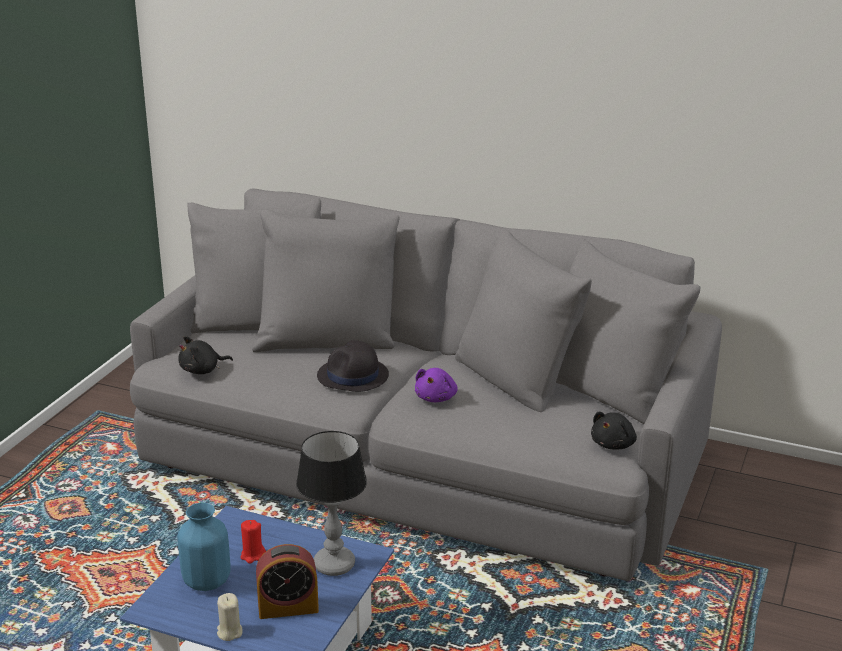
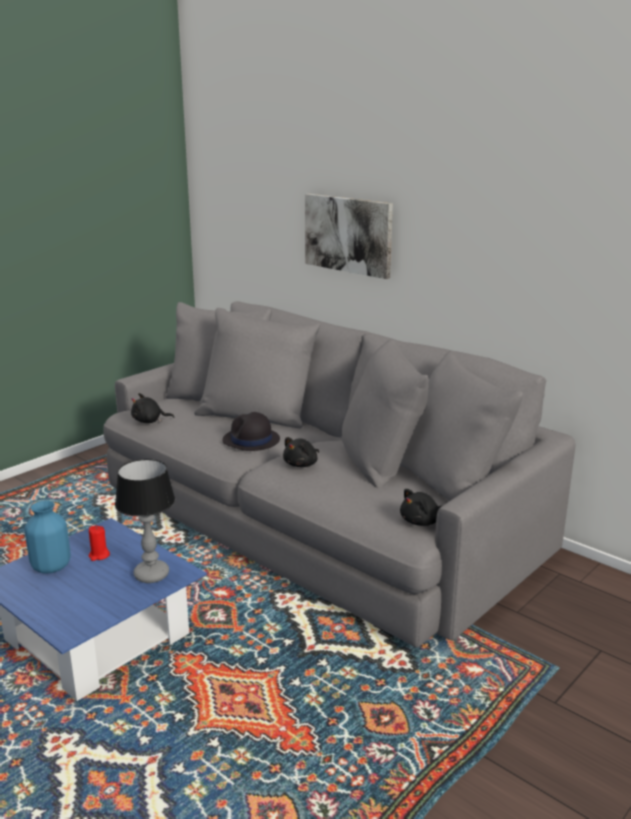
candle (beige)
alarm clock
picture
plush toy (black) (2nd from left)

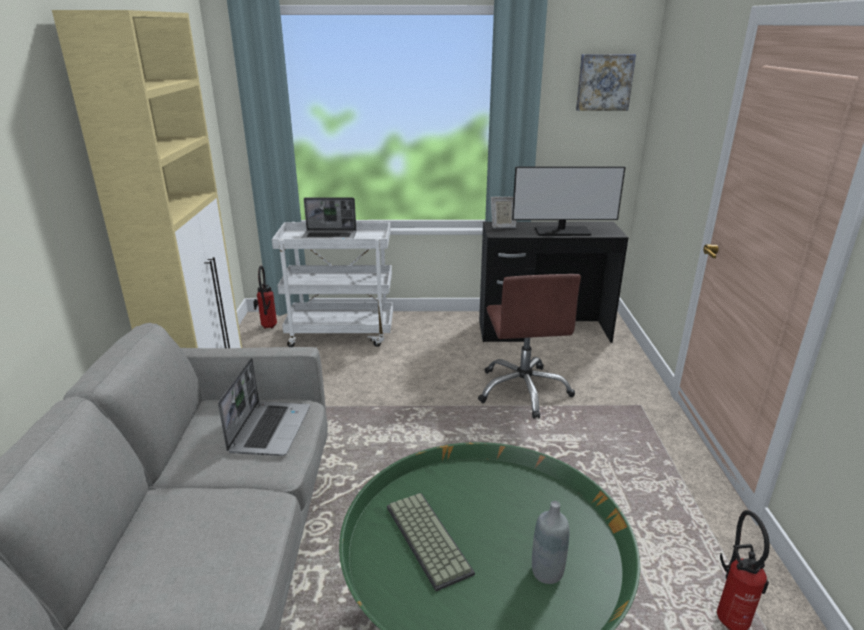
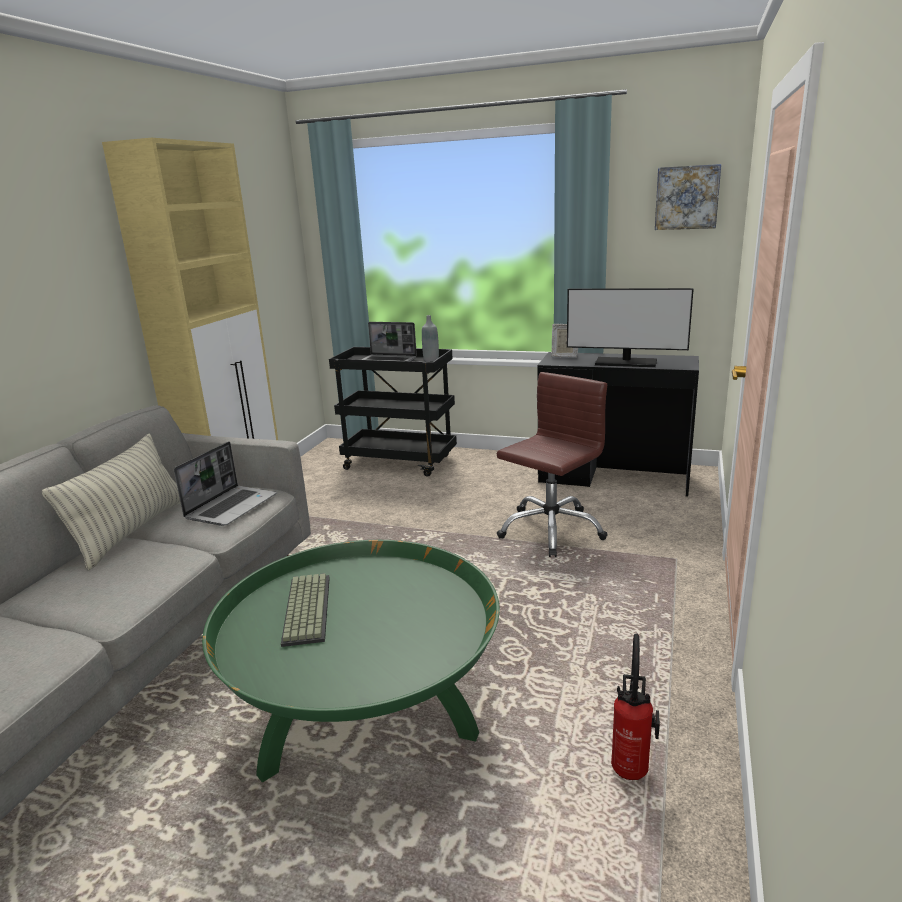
fire extinguisher (1st from left in the first image)
pillow
bottle (grey)
cart (black)
office chair (brown)

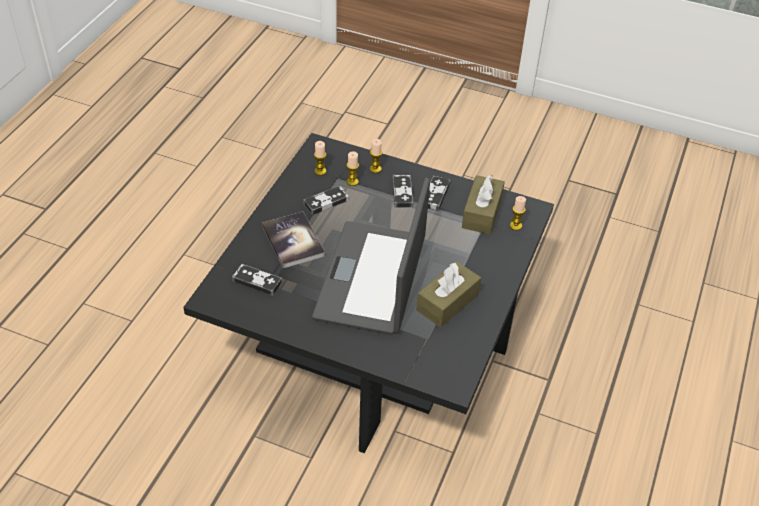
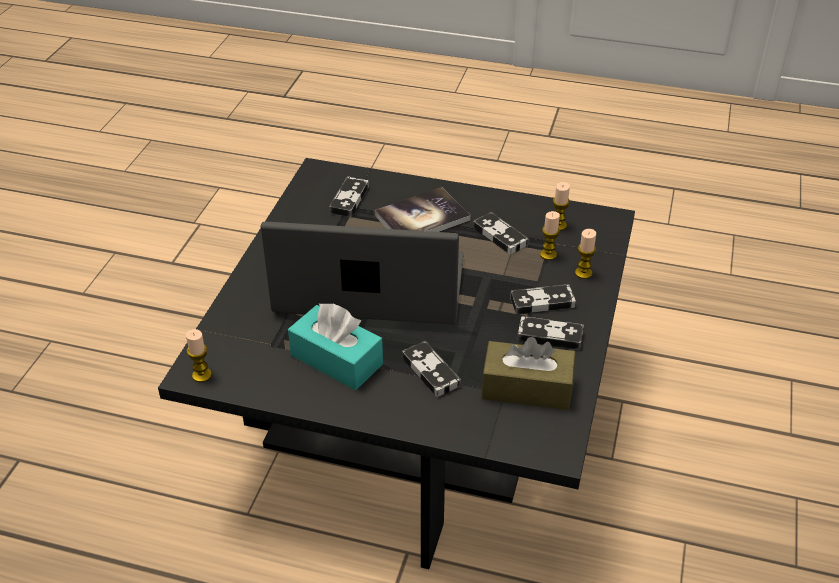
game controller (2nd from left)
candle (1st from left)
tissue box (turquoise)

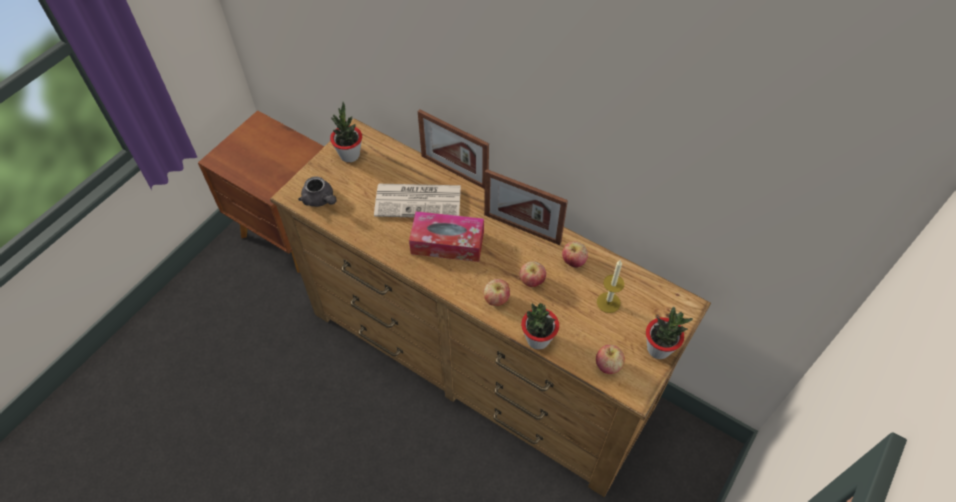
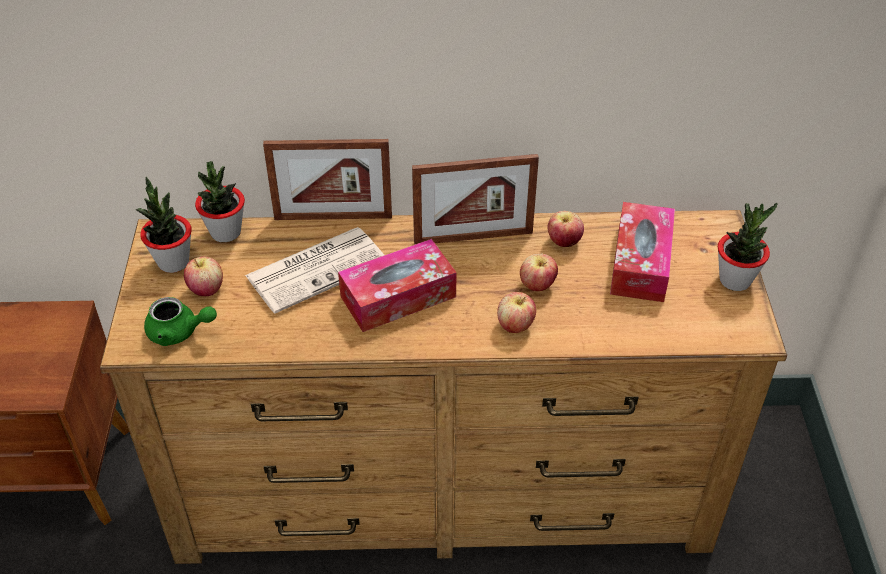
potted plant (2nd from left)
apple (1st from left)
tissue box (2nd from left)
teapot (green)

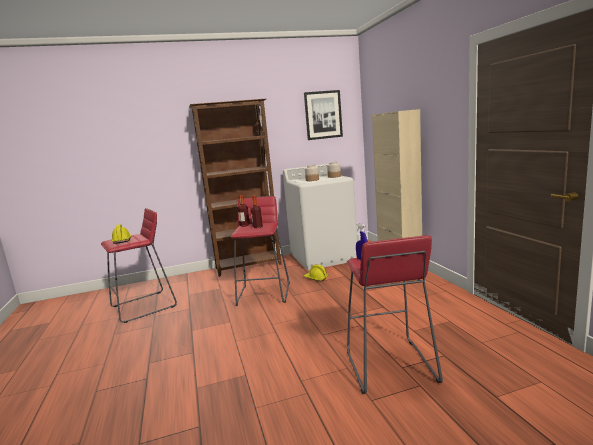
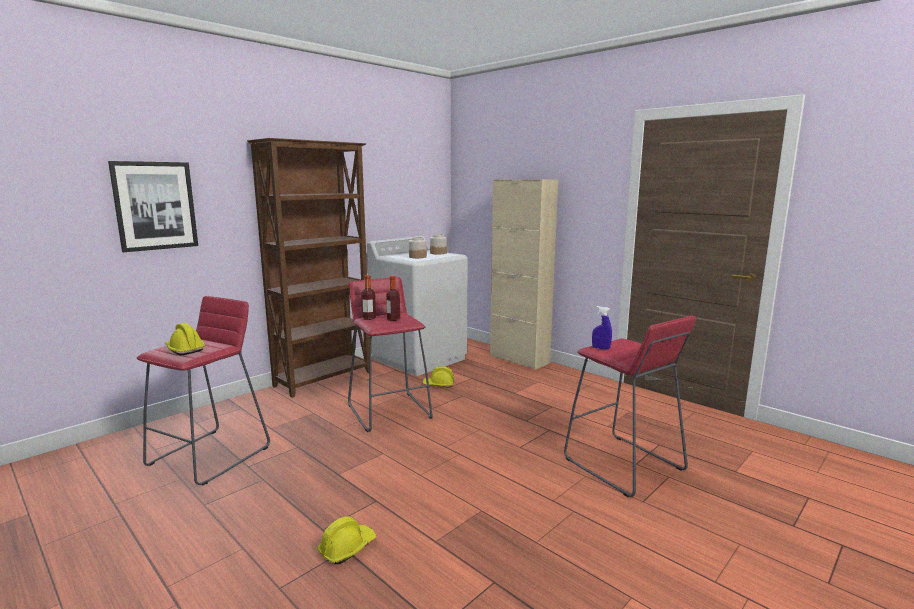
hard hat (yellow) (2nd from left)
picture

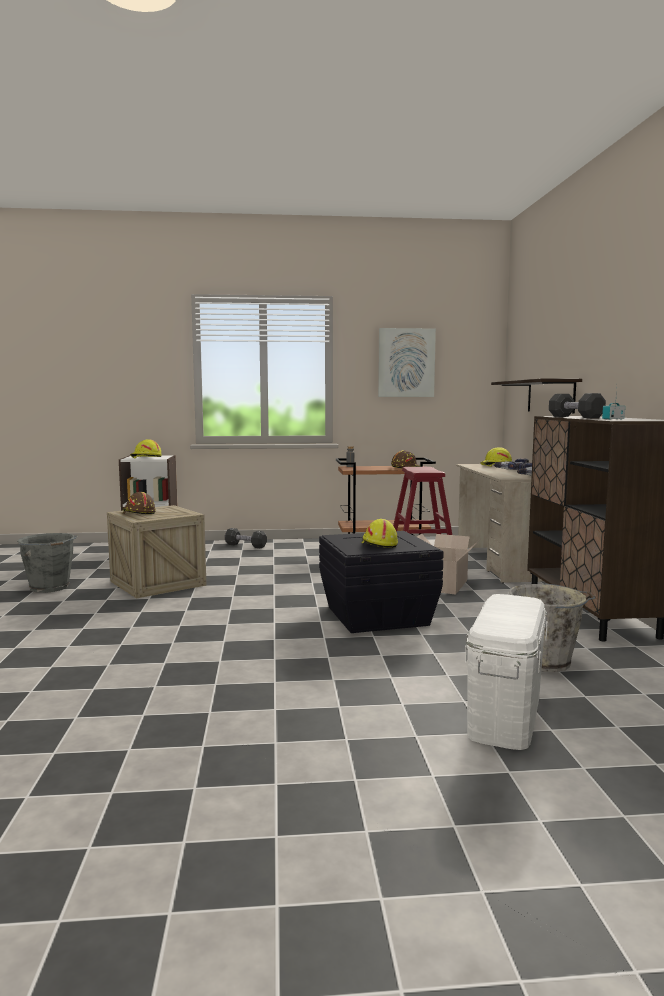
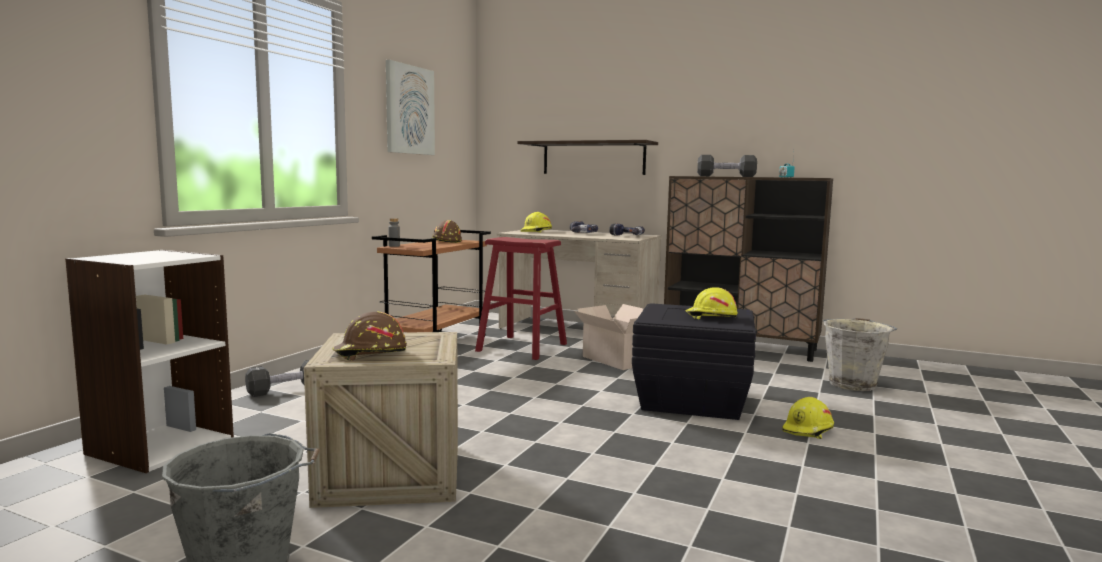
storage box (white)
hard hat (yellow) (3rd from left)

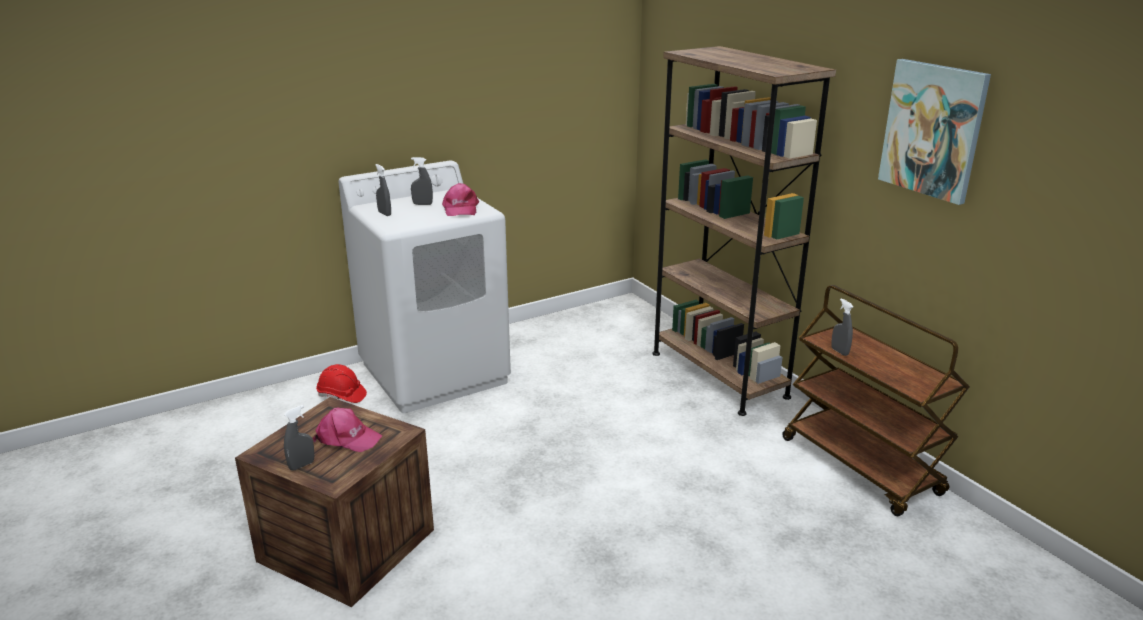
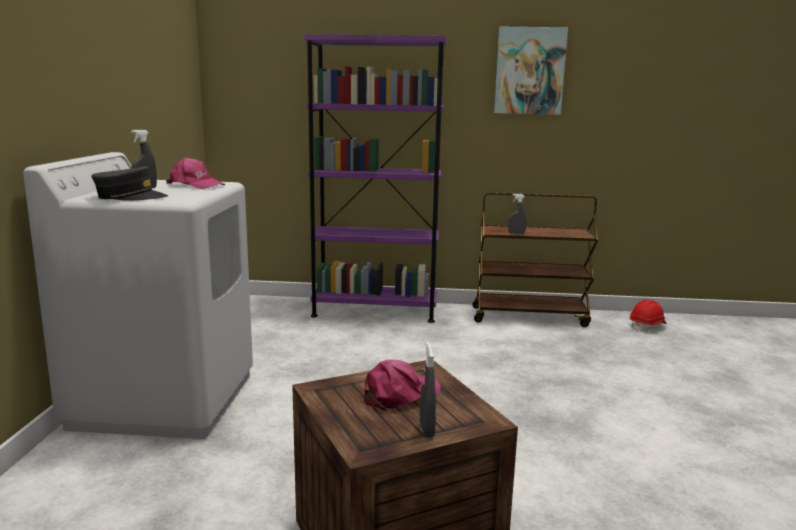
hard hat (red)
cap (grey)
bookcase (purple)

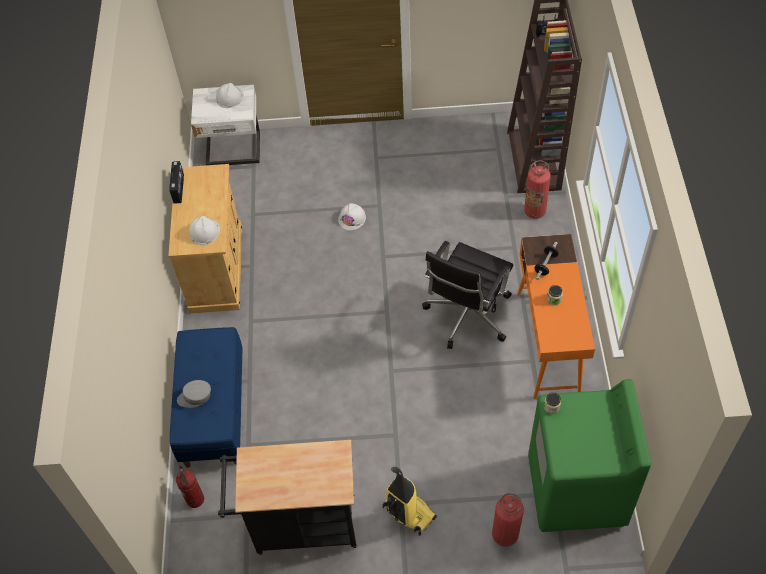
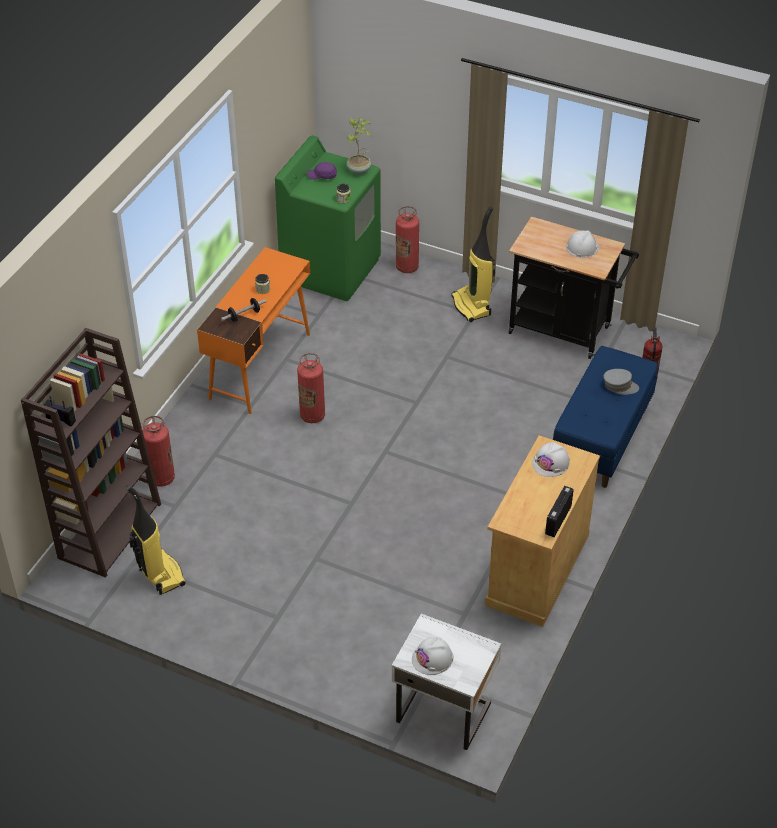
vacuum cleaner (1st from left)
cap (purple)
potted plant
hard hat (white) (3rd from left)
fire extinguisher (2nd from left)

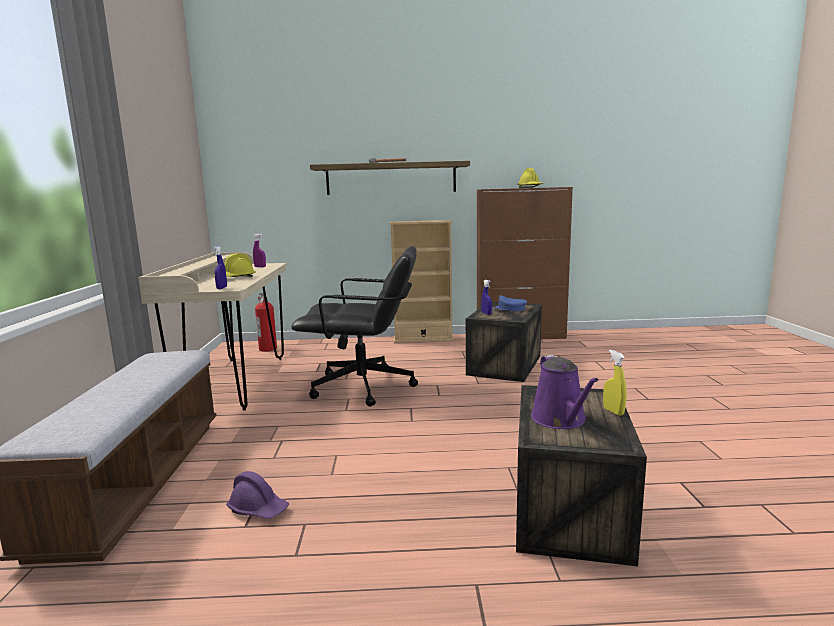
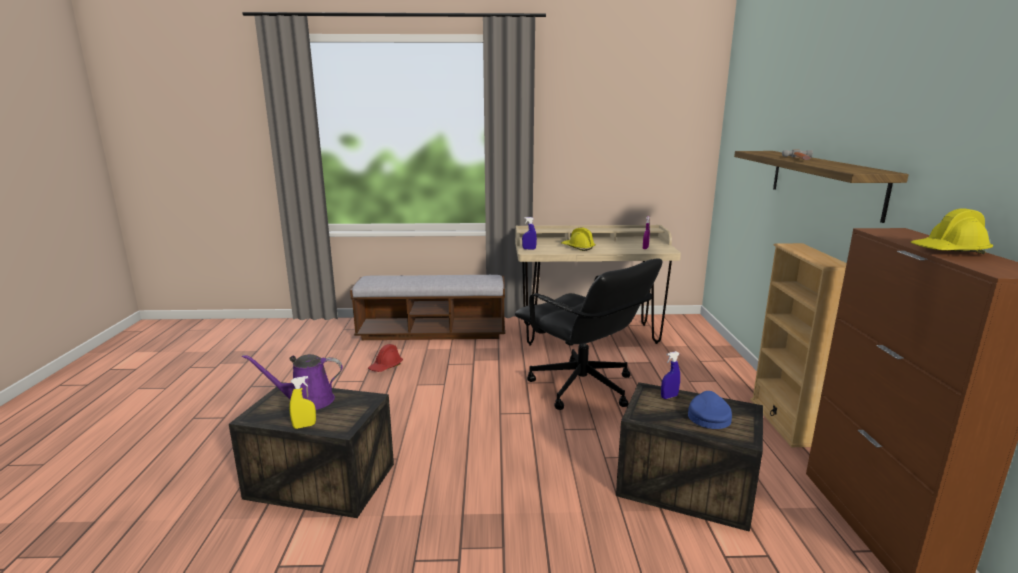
fire extinguisher
hard hat (red)
office chair (black)

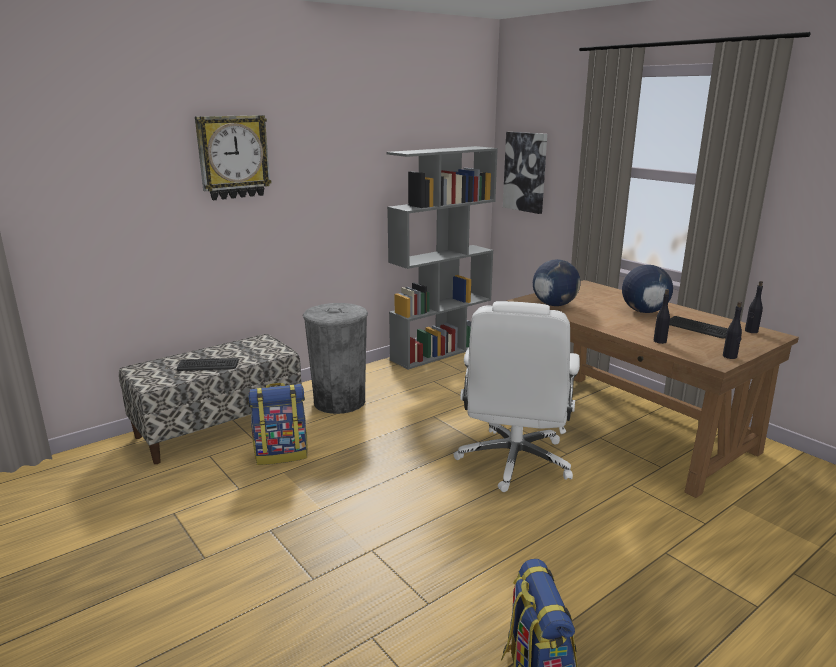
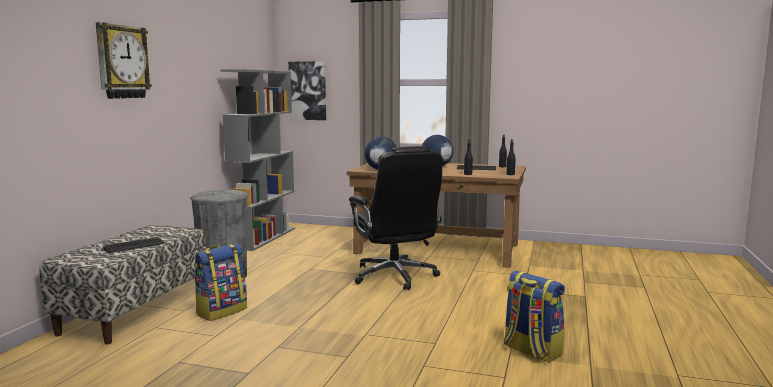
office chair (black)

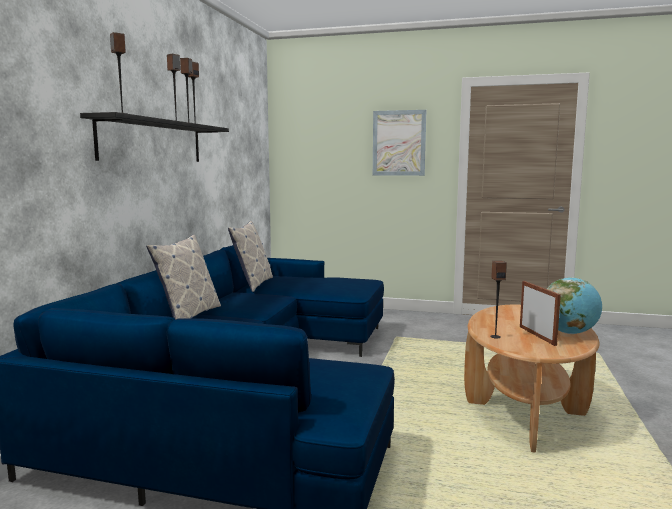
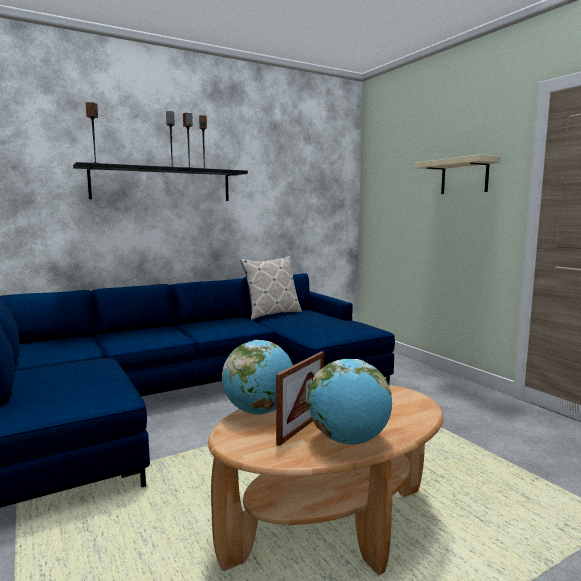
pillow (1st from left in the first image)
shelf (beige)
globe (1st from left)

